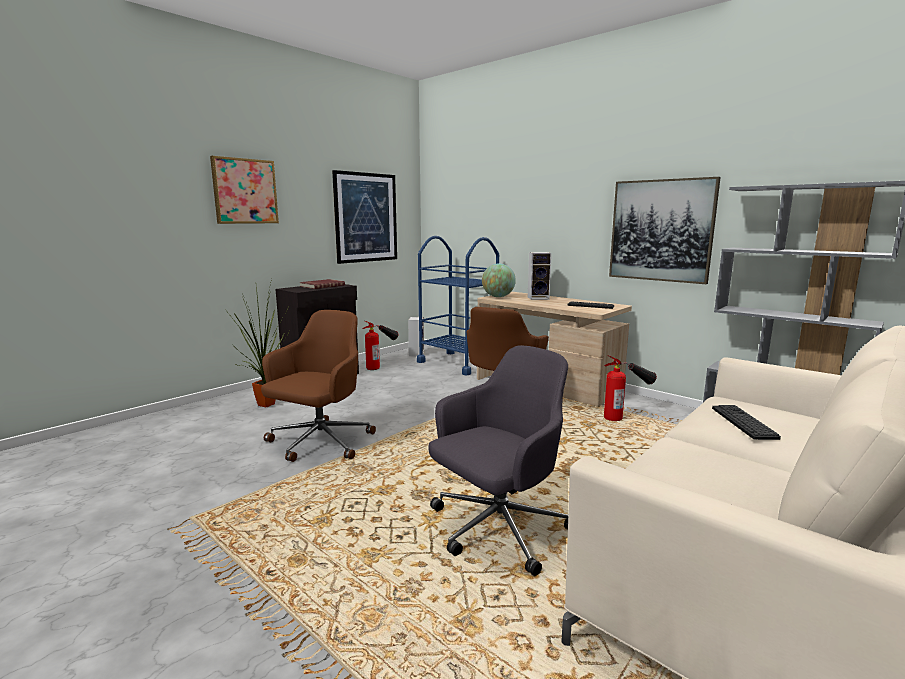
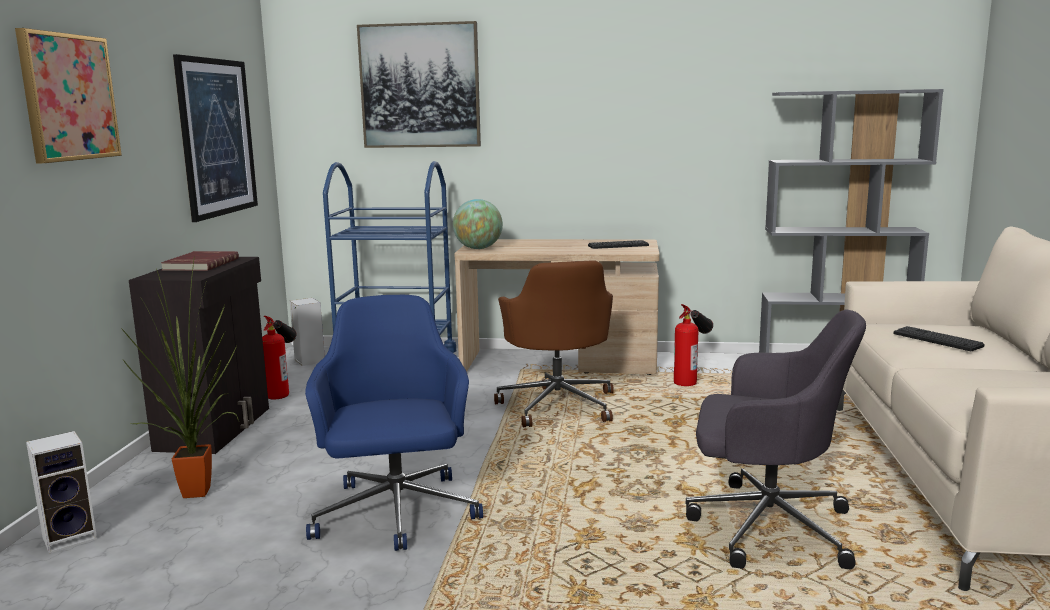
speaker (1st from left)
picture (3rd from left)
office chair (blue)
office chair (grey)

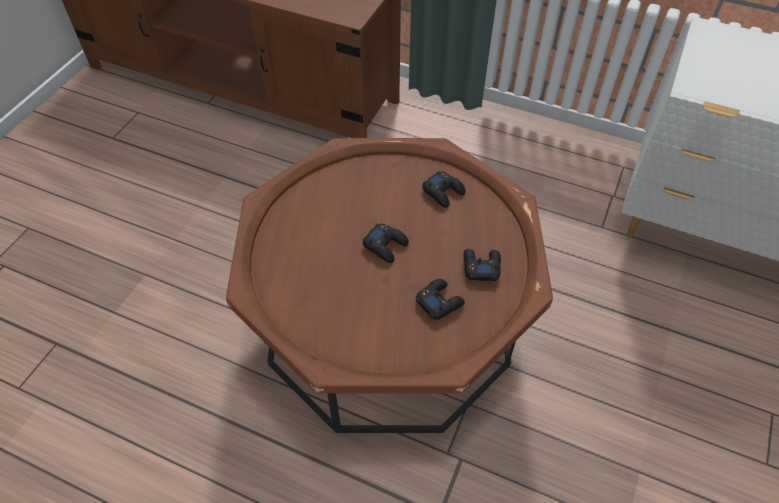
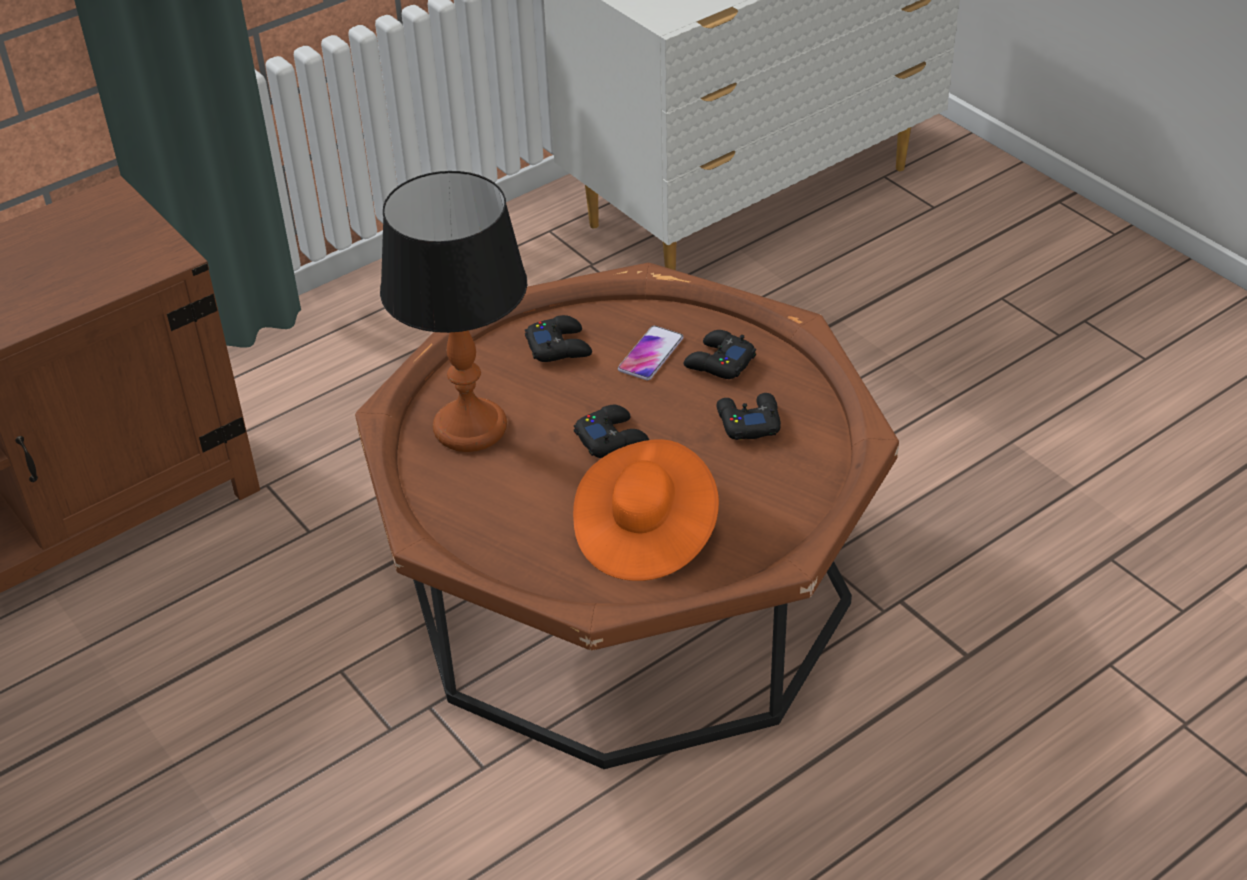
table lamp
hat (orange)
phone

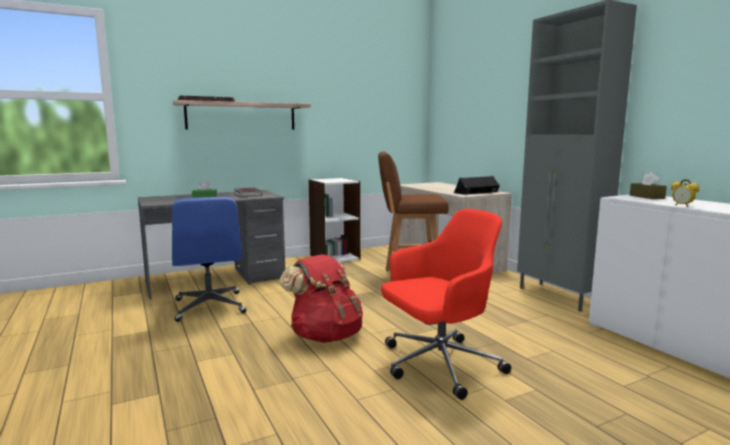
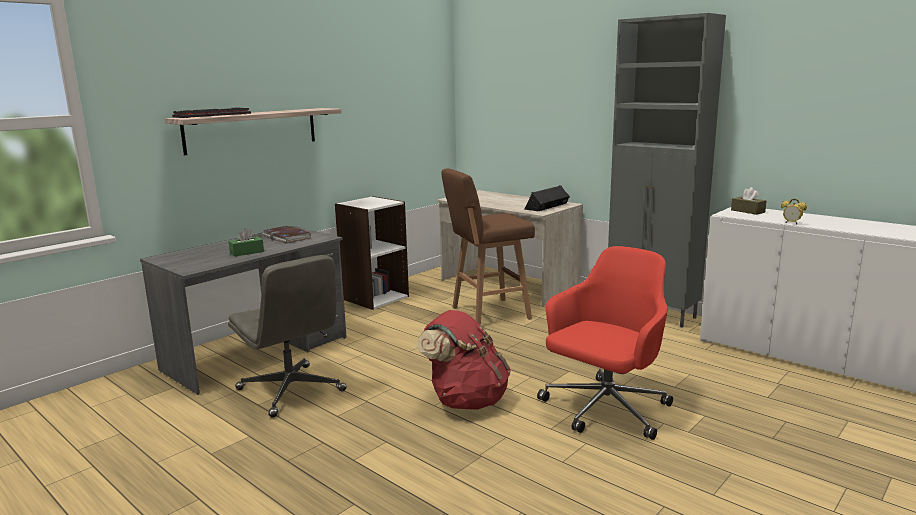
office chair (grey)

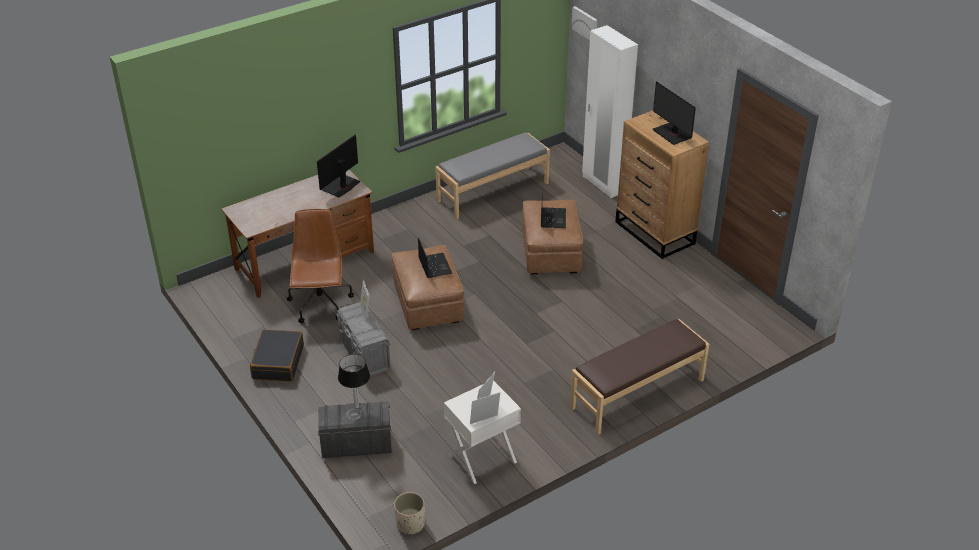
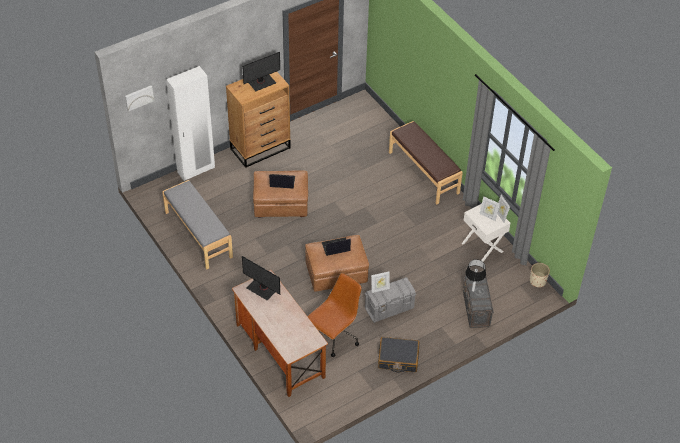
office chair (brown)

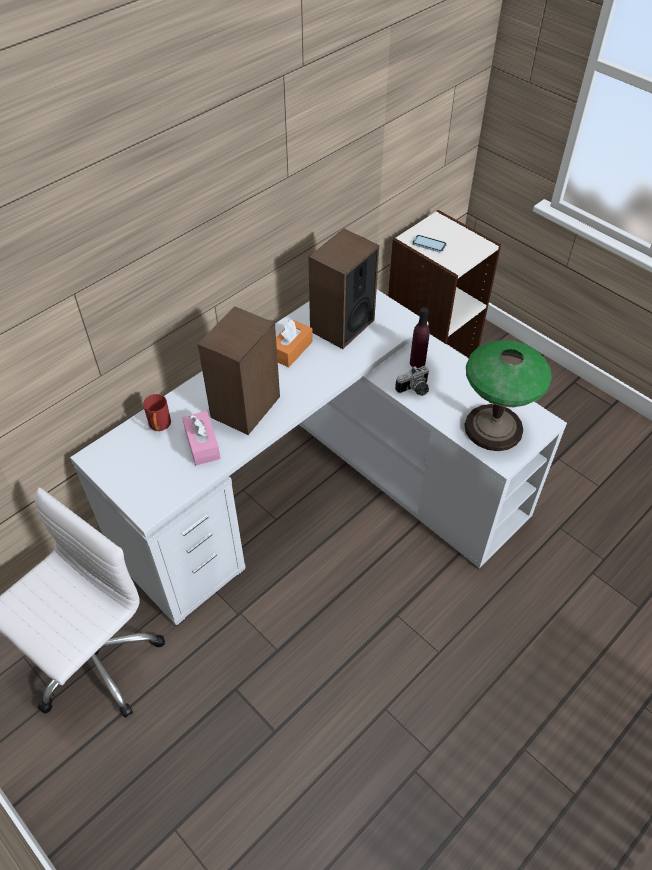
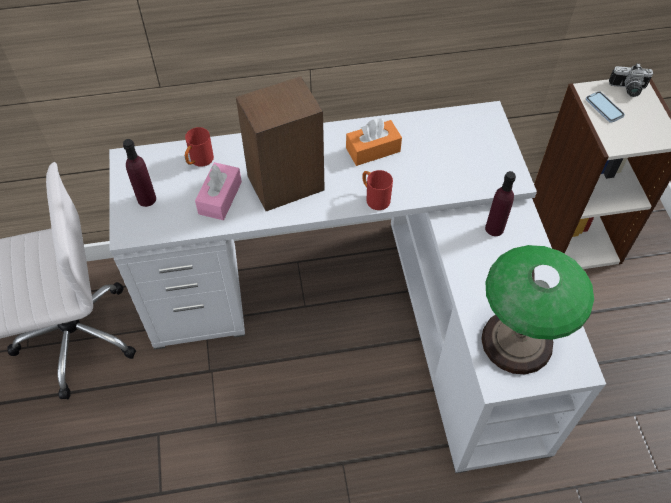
speaker (2nd from left in the first image)
bottle (purple) (1st from left)
mug (red) (2nd from left)
photo camera

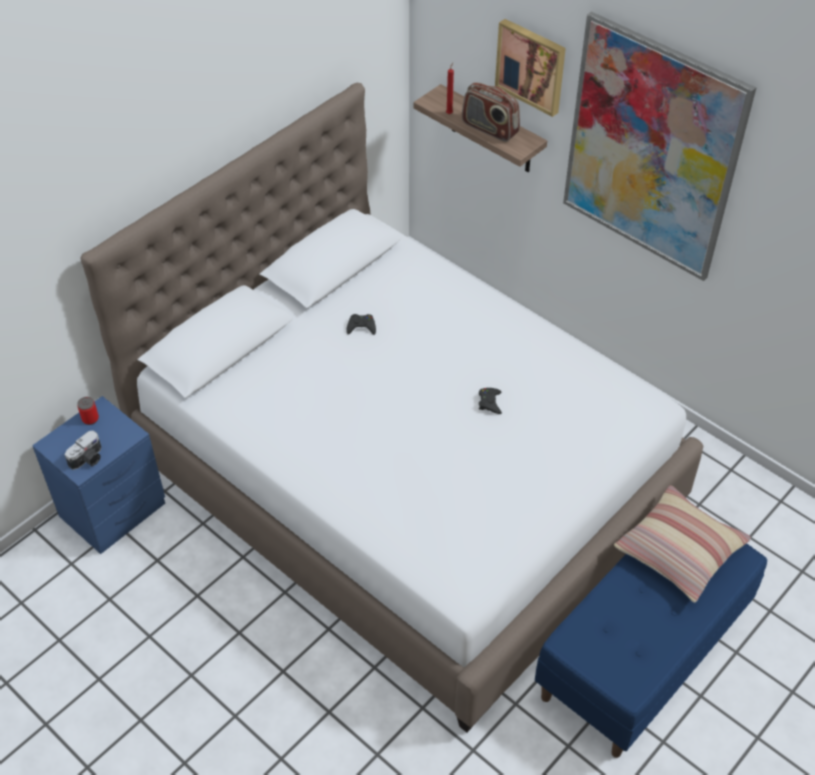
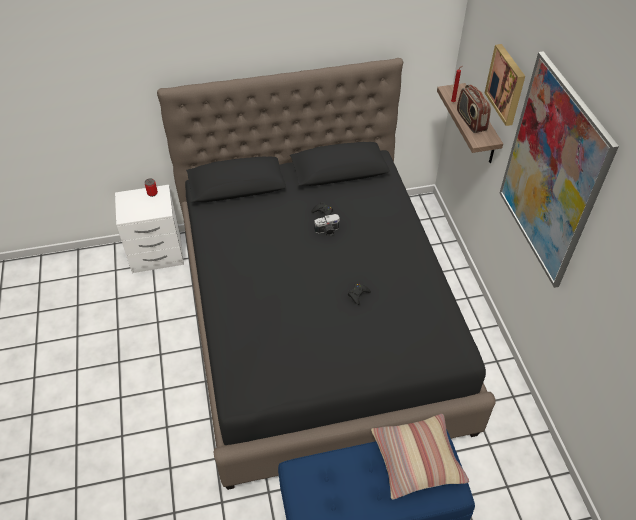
photo camera
nightstand (white)
bed (black)

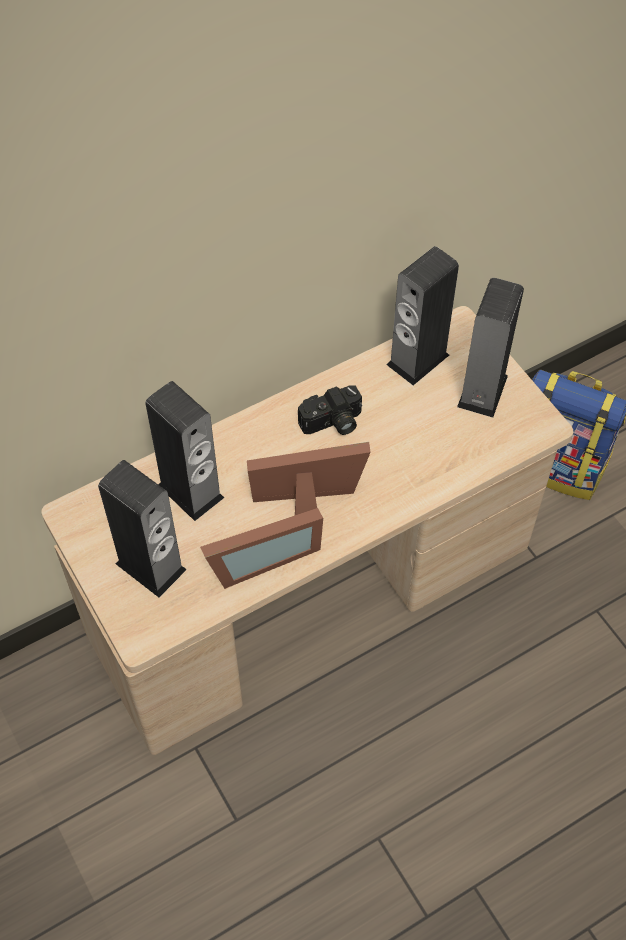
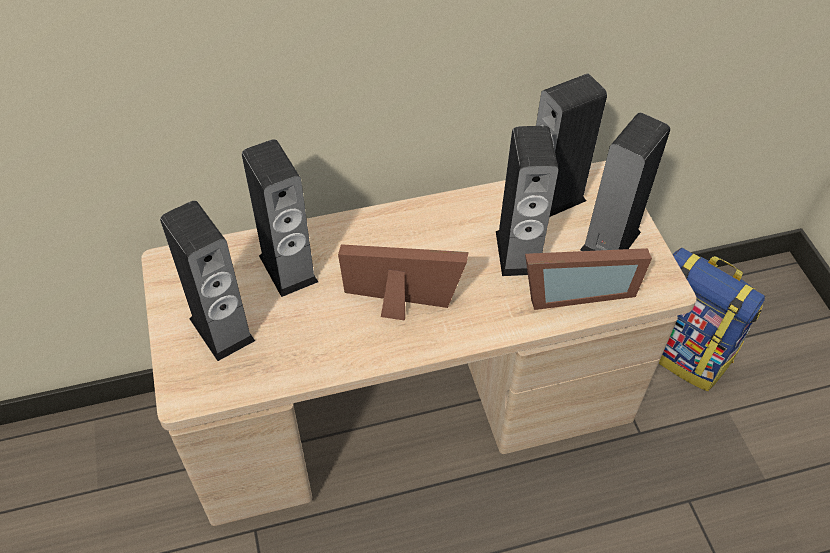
photo camera
speaker (3rd from left)
picture frame (2nd from left)

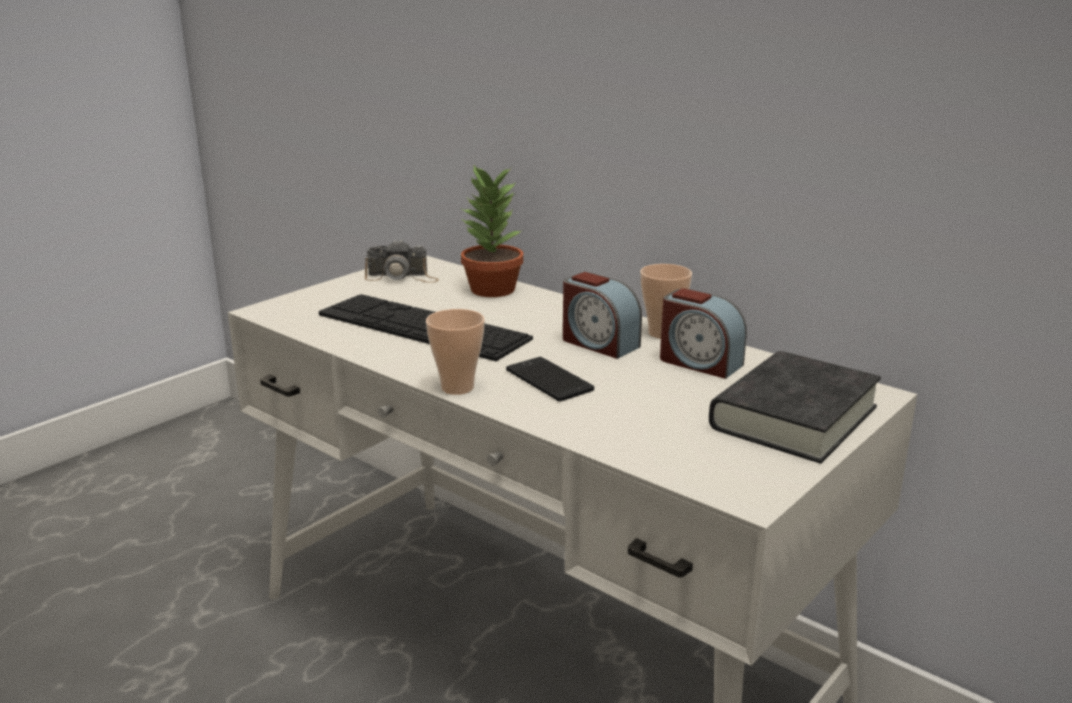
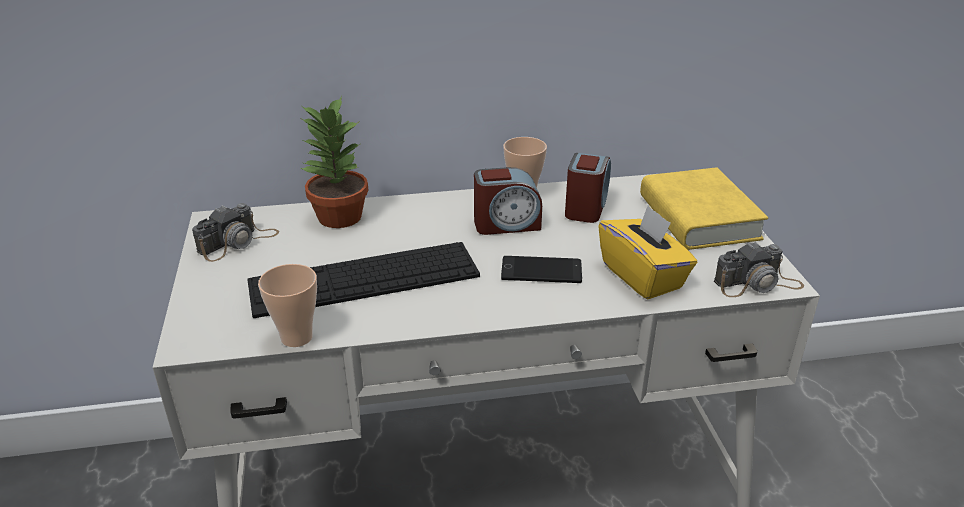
tissue box (yellow)
photo camera (2nd from left)
cup (1st from left)
book (yellow)
alarm clock (2nd from left)

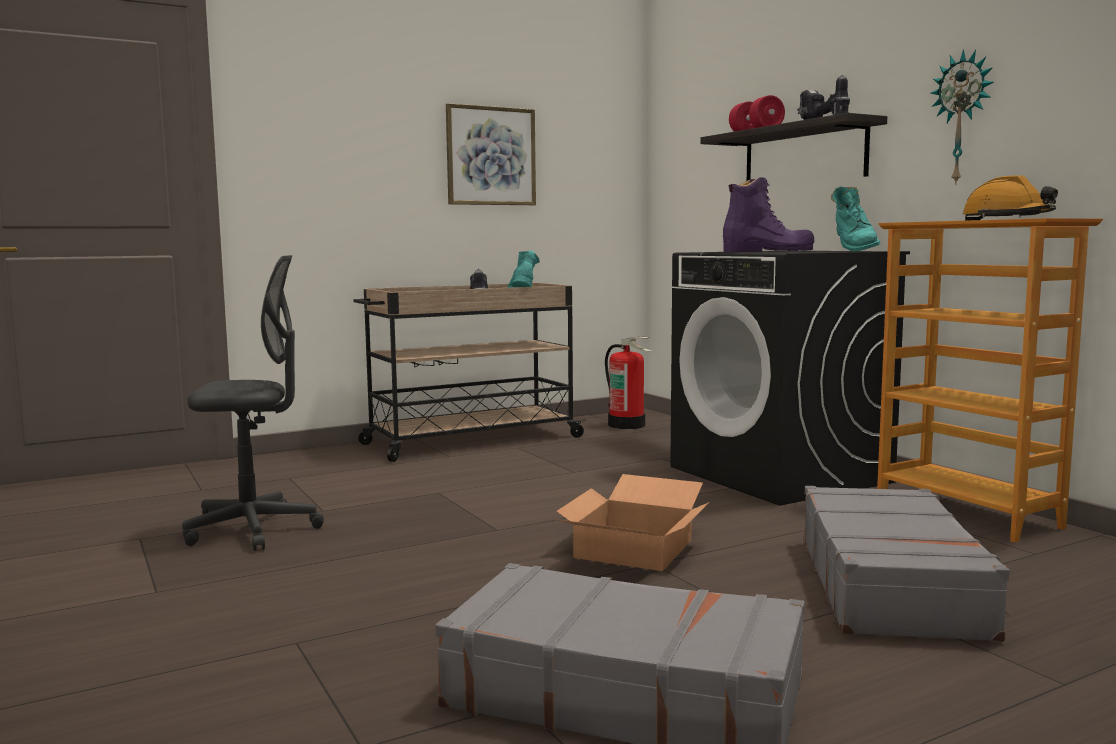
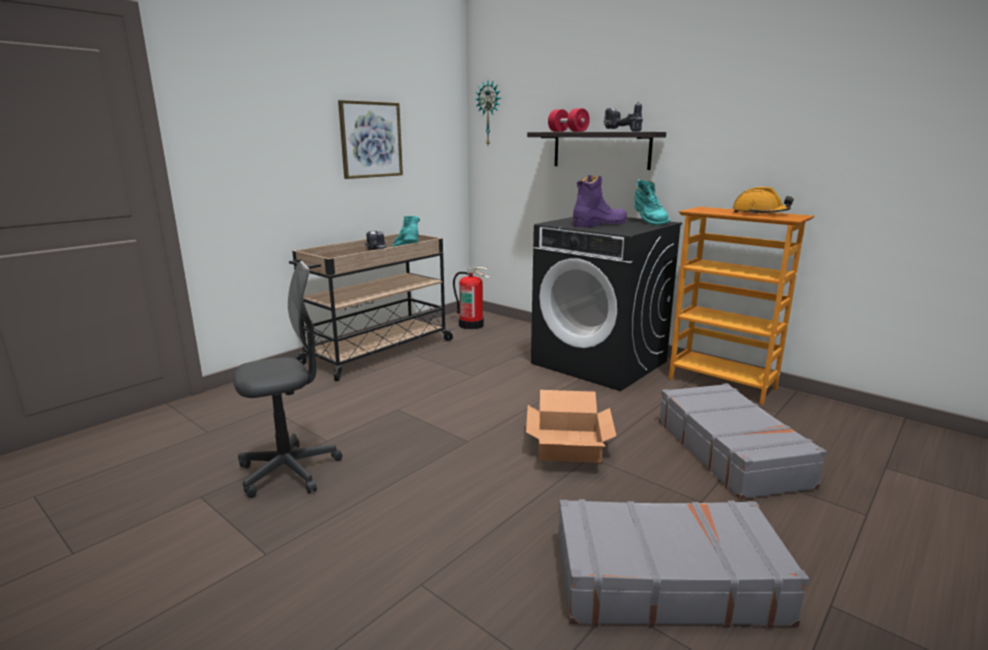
wall clock

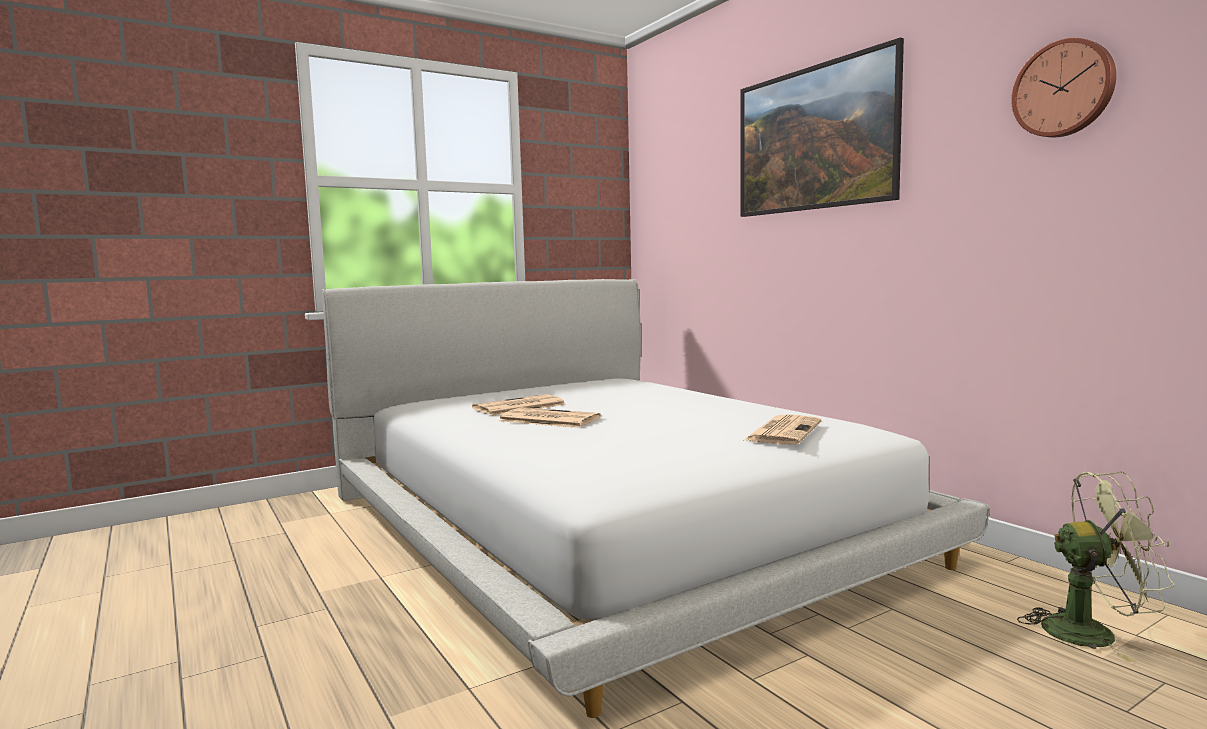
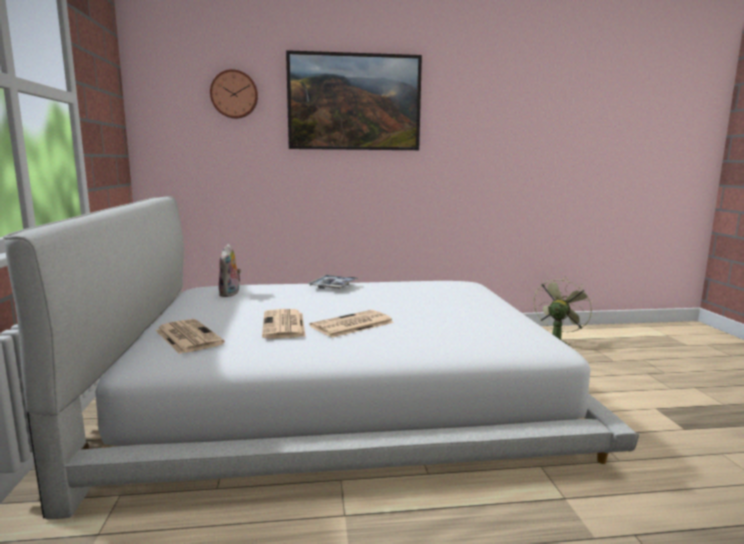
plush toy
tray
newspaper (1st from left)
wall clock

